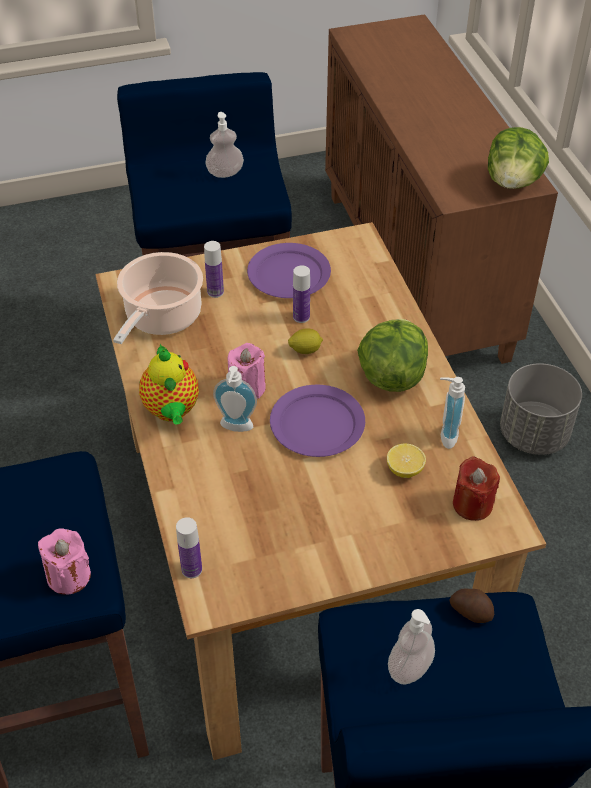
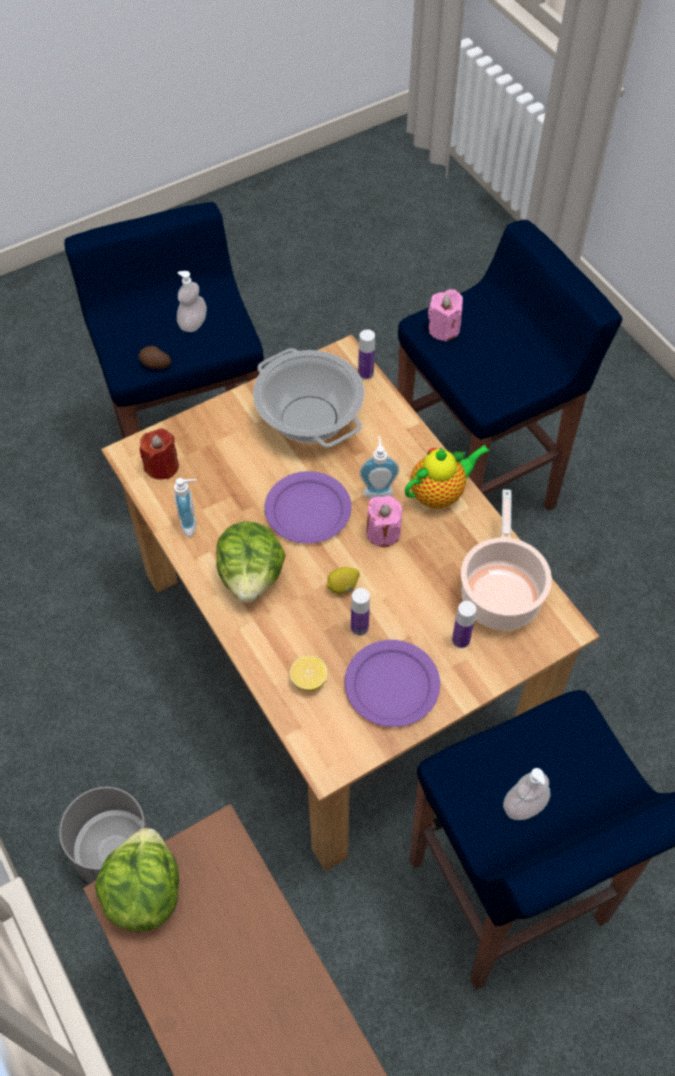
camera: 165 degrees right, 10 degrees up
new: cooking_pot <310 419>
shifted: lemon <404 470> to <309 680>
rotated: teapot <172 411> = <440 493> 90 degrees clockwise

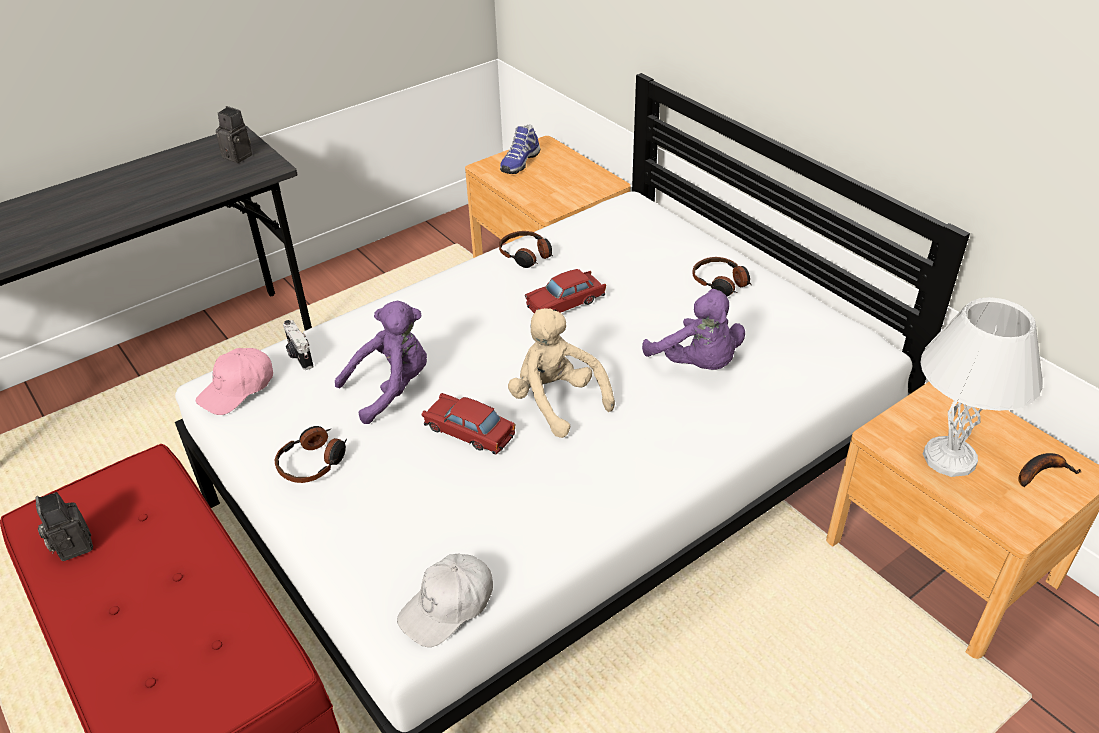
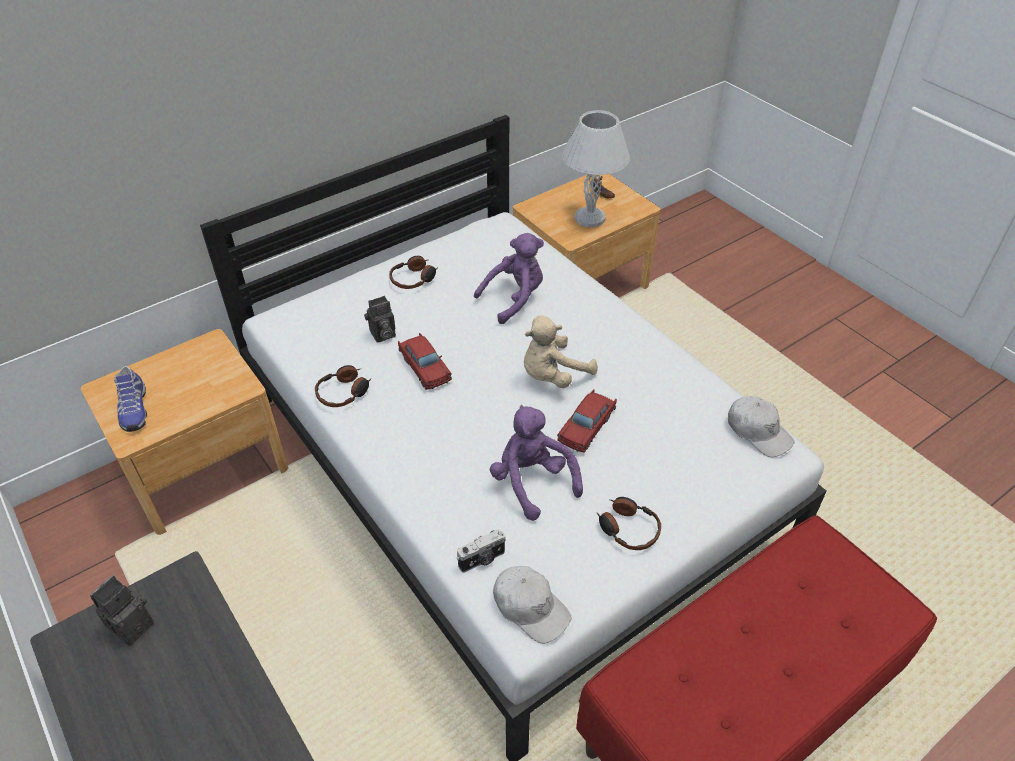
camera: 90 degrees left, 5 degrees up
shifted: photo_camera <72 545> to <382 335>
repainted: pink_cap <237 389> to white_cap <530 607>
rotated: shoe <519 162> = <134 410> 45 degrees clockwise

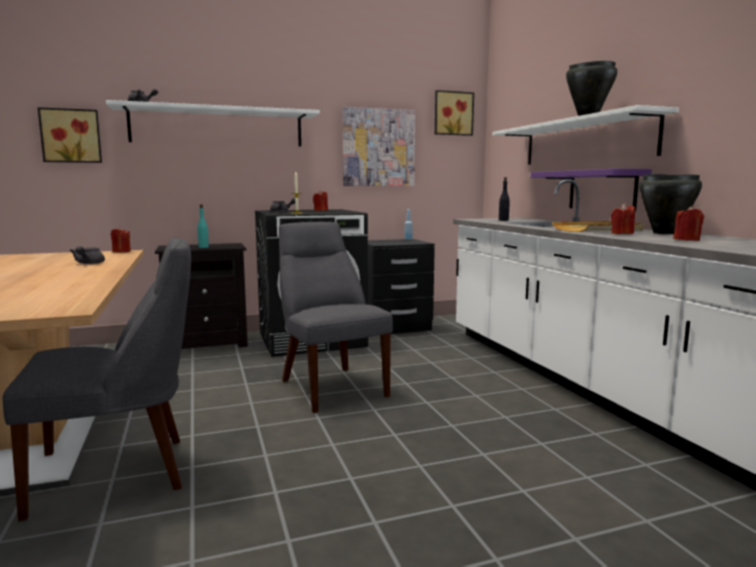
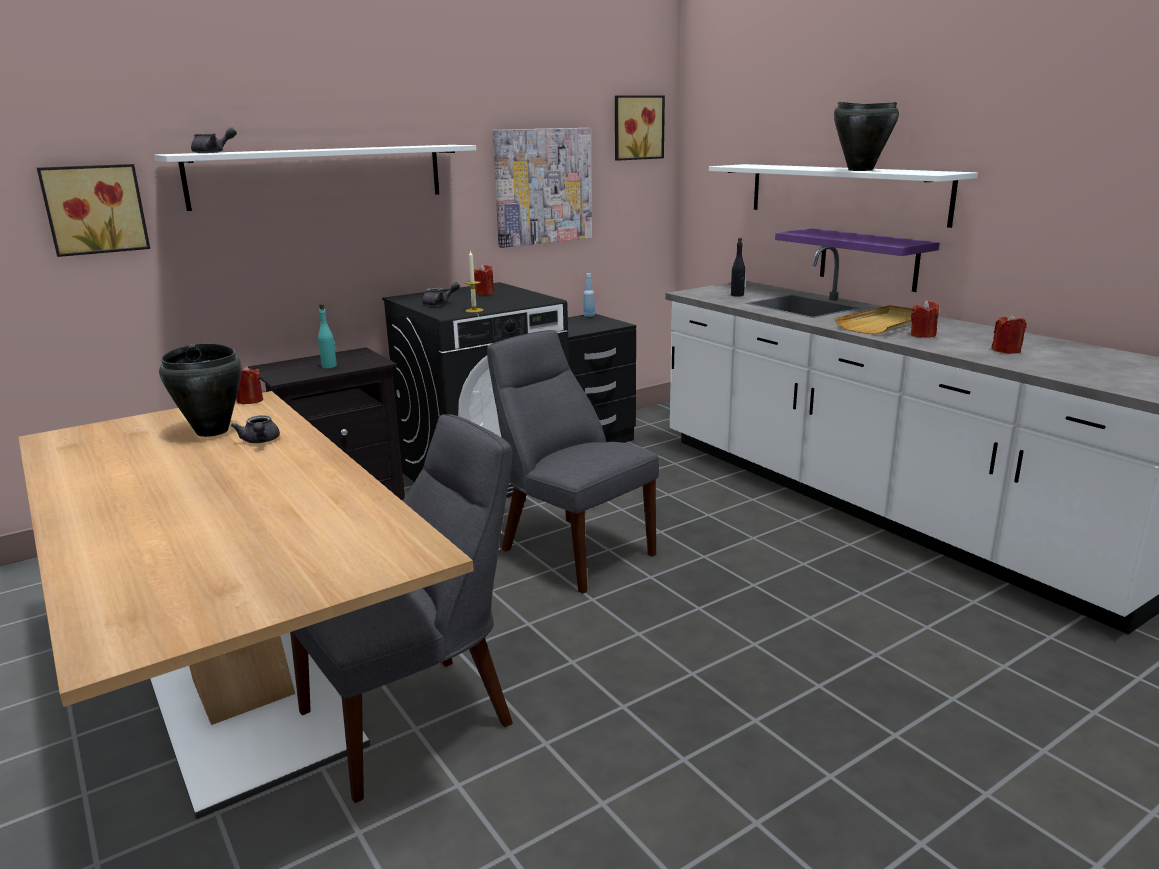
camera: 15 degrees left, 10 degrees up
shifted: black_cooking_pot <665 233> to <213 431>

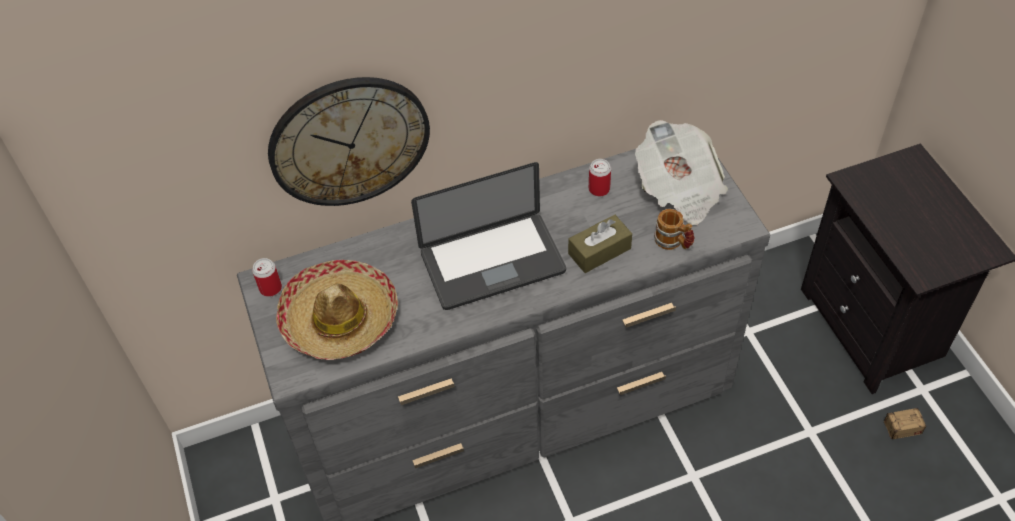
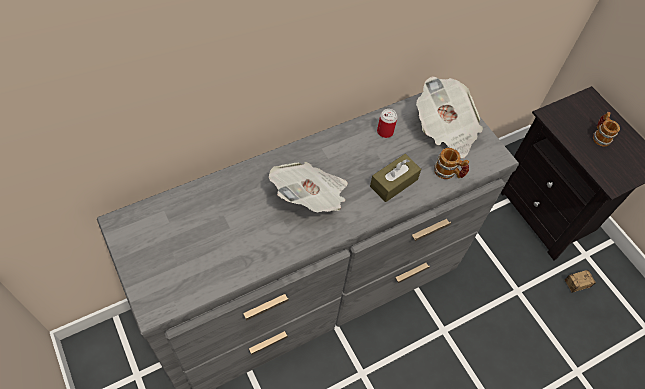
camera: 15 degrees left, 5 degrees up
gone: wall_clock <349 141>; can <270 288>; hat <340 319>
new: mug <600 136>
swapped: laptop <492 262> to newspaper <311 197>

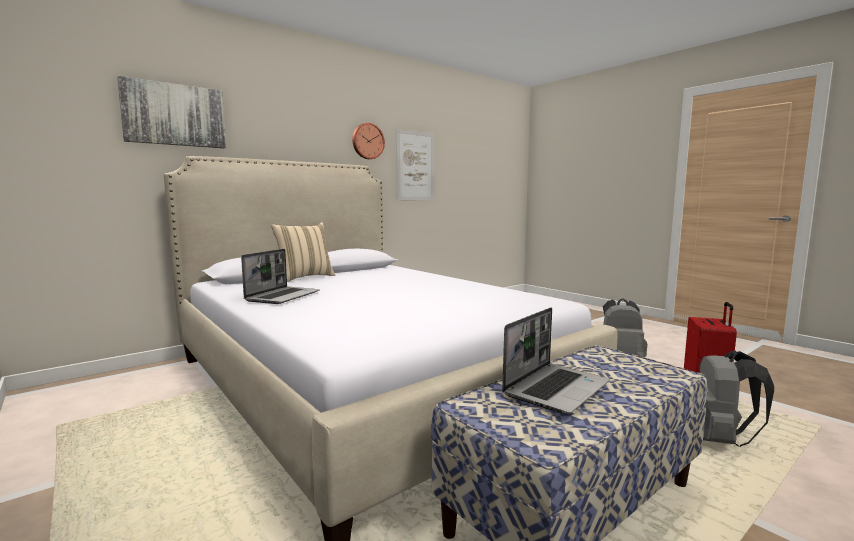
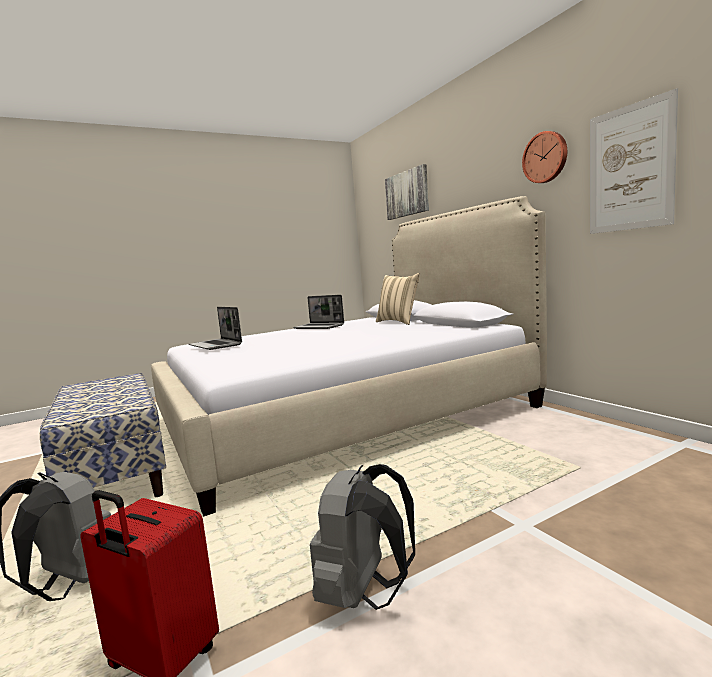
camera: 100 degrees right, 0 degrees up
shifted: laptop <556 388> to <216 345>

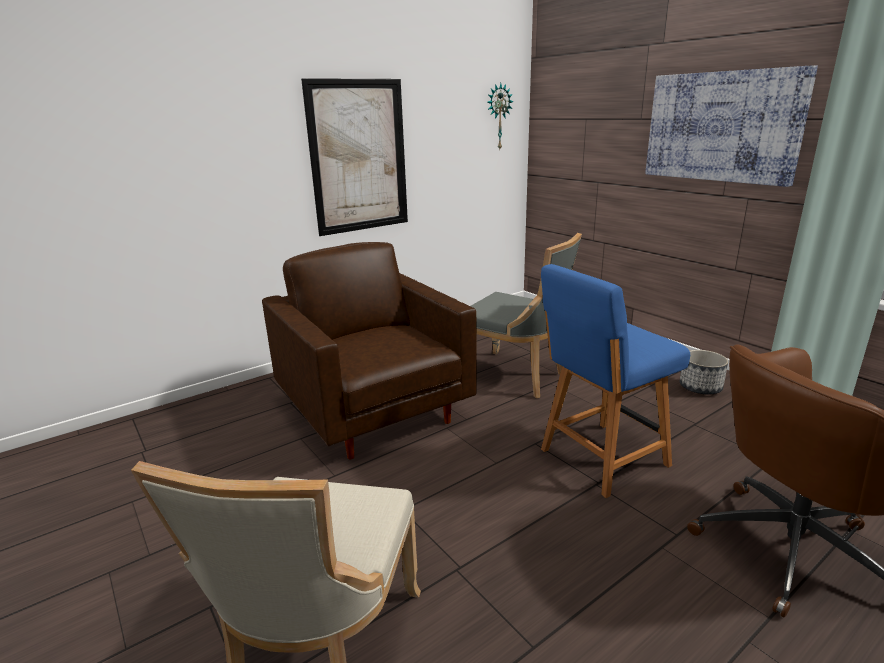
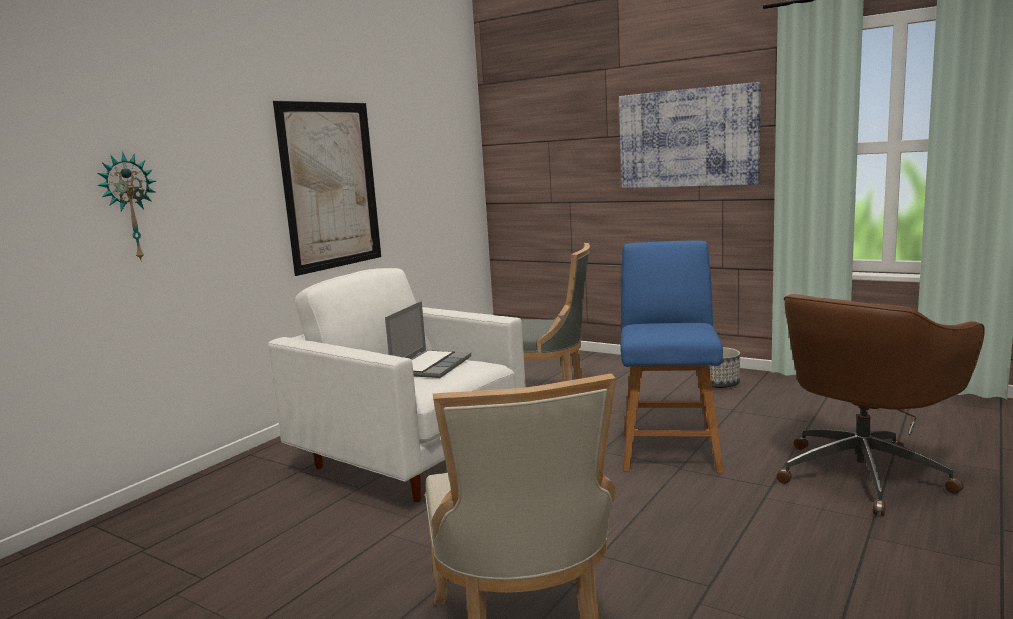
camera: 20 degrees left, 10 degrees down
new: laptop <431 366>
shifted: wall_clock <498 117> to <129 207>
repainted: brown_armchair <375 413> to white_armchair <412 460>
rotated: blue_chair <600 459> = <670 450> 150 degrees clockwise

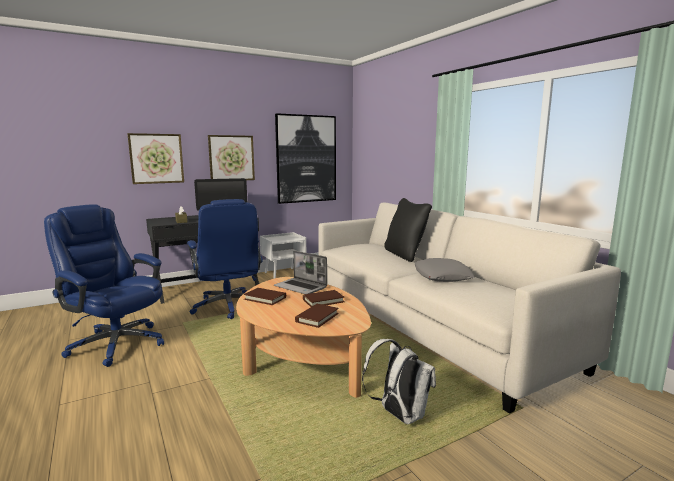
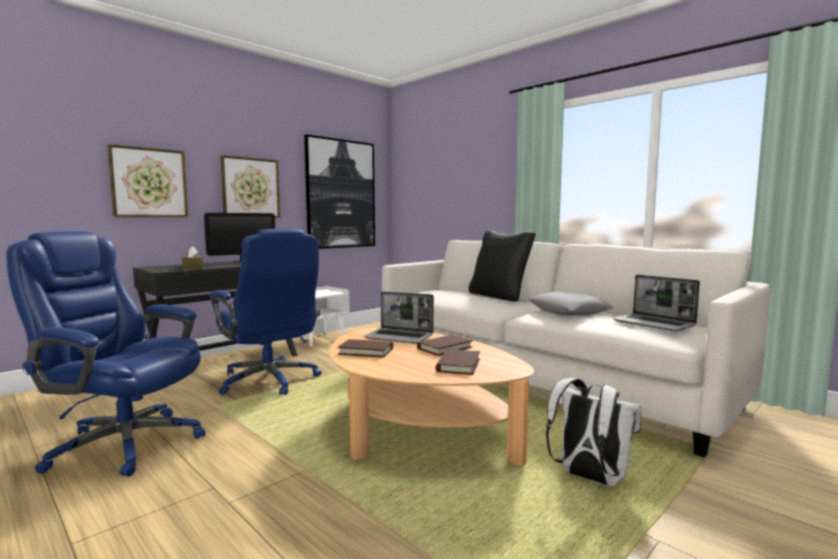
camera: 15 degrees left, 5 degrees down
new: laptop <654 324>

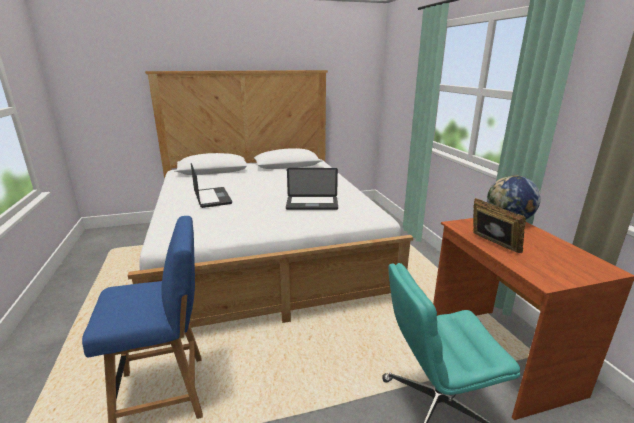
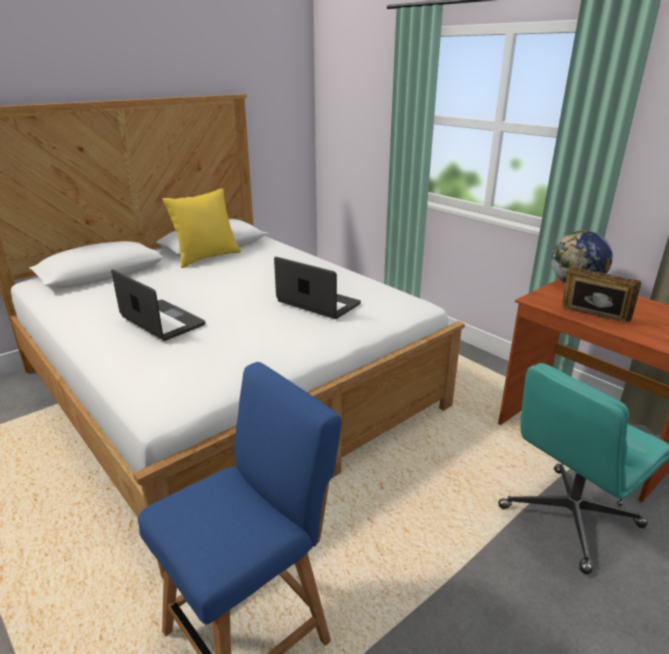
camera: 25 degrees left, 5 degrees up
new: yellow_pillow <207 257>
rotated: laptop <312 204> = <318 303> 120 degrees counterclockwise

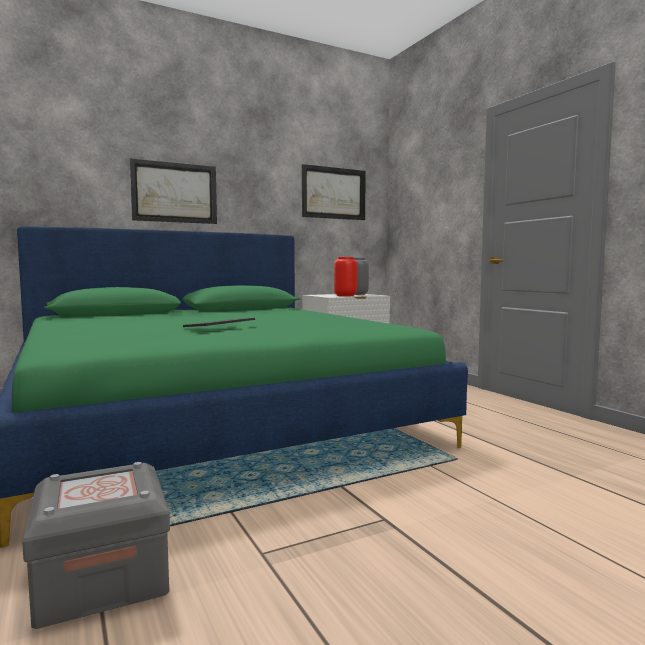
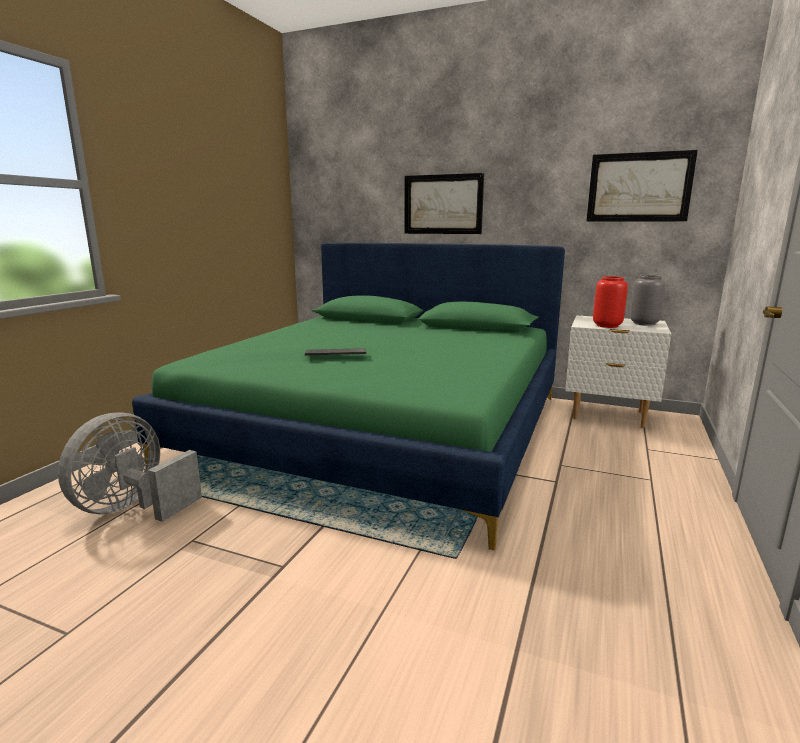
camera: 50 degrees right, 10 degrees up
swapped: grey_storage_box <102 578> to grey_fan <133 508>

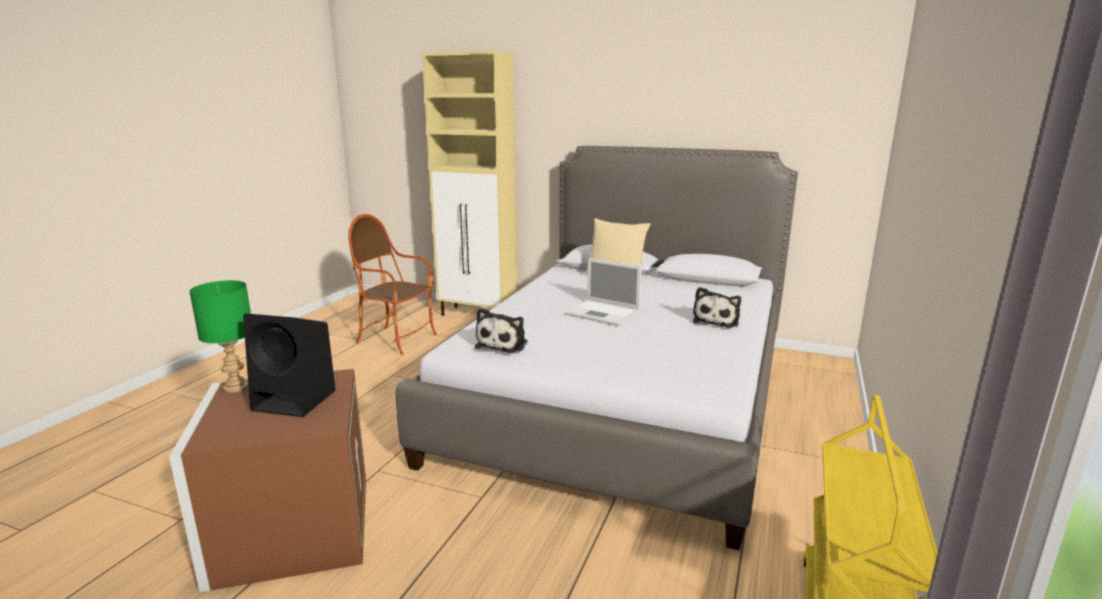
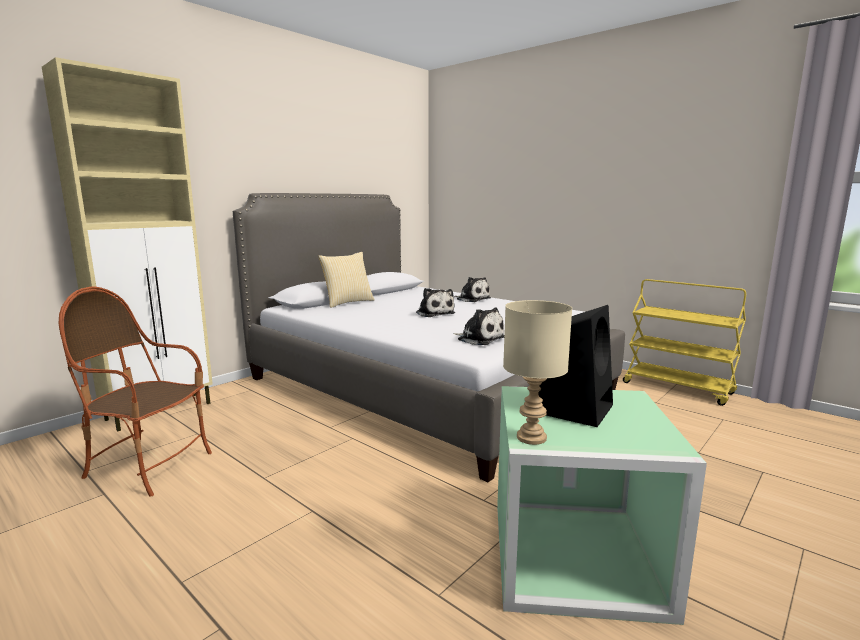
camera: 70 degrees left, 5 degrees down
swapped: laptop <604 313> to plush_toy <434 313>
repainted: green_table_lamp <236 387> to beige_table_lamp <530 437>; brown_storage_box <291 527> to green_storage_box <573 558>
rotated: armchair <397 339> = <149 467> 60 degrees clockwise

